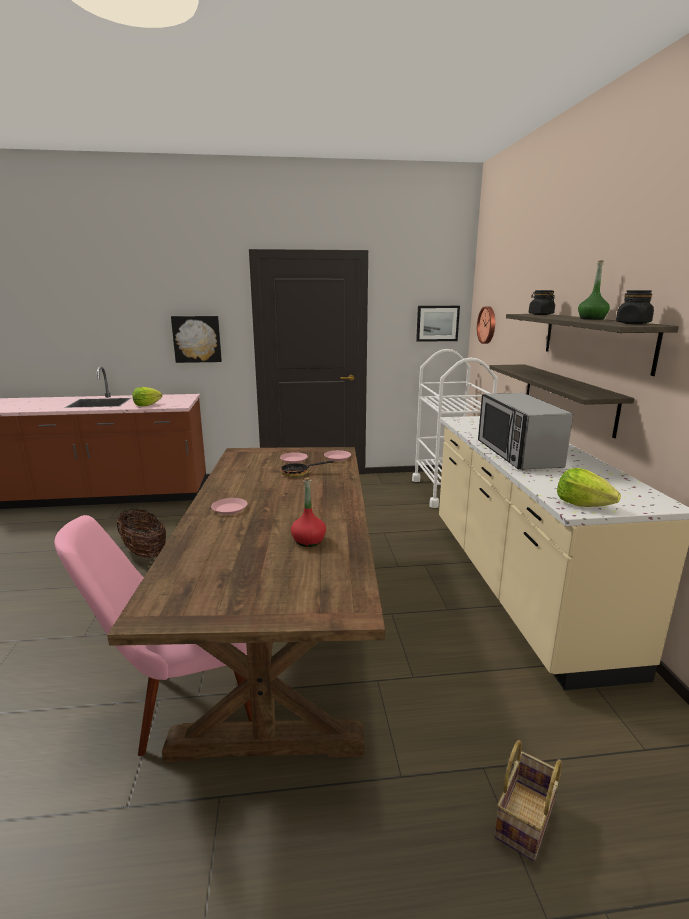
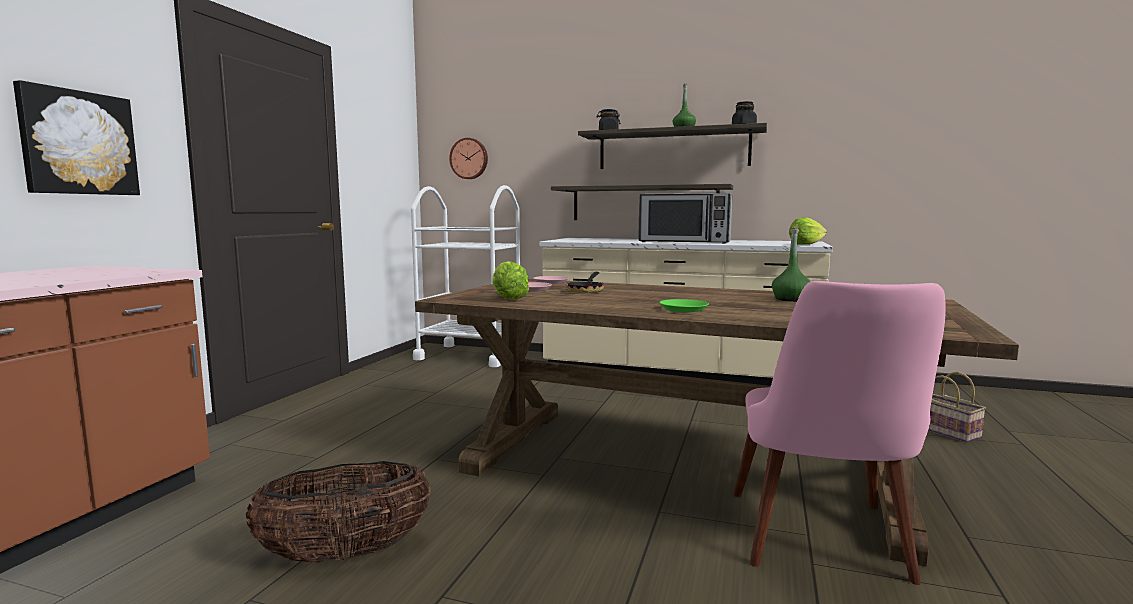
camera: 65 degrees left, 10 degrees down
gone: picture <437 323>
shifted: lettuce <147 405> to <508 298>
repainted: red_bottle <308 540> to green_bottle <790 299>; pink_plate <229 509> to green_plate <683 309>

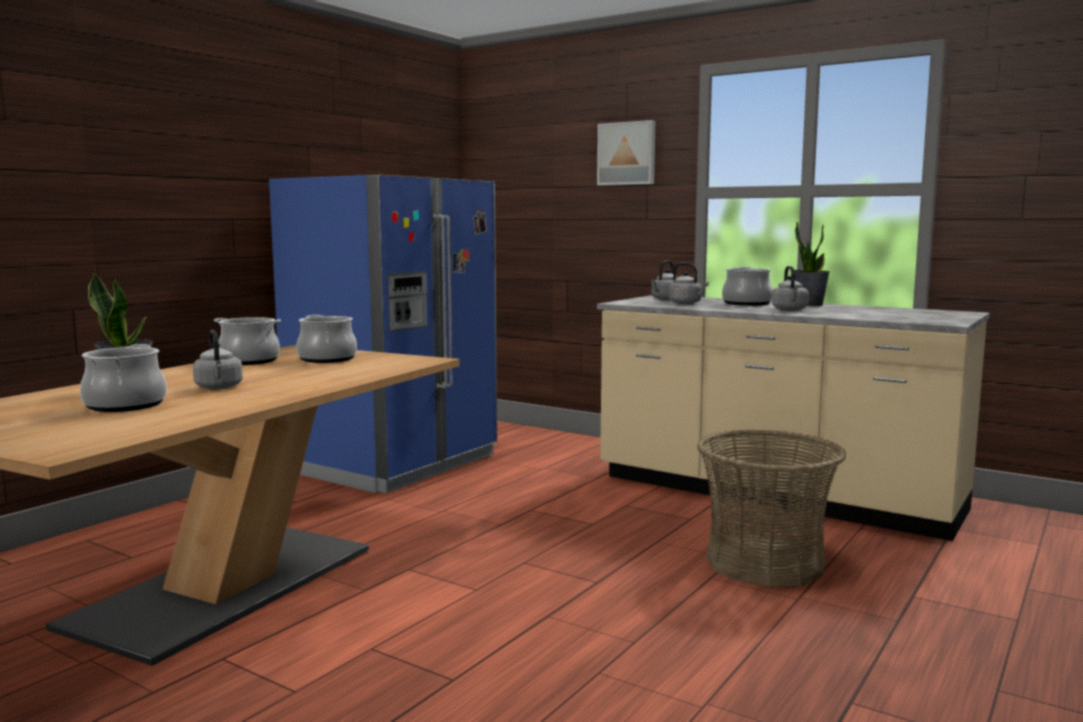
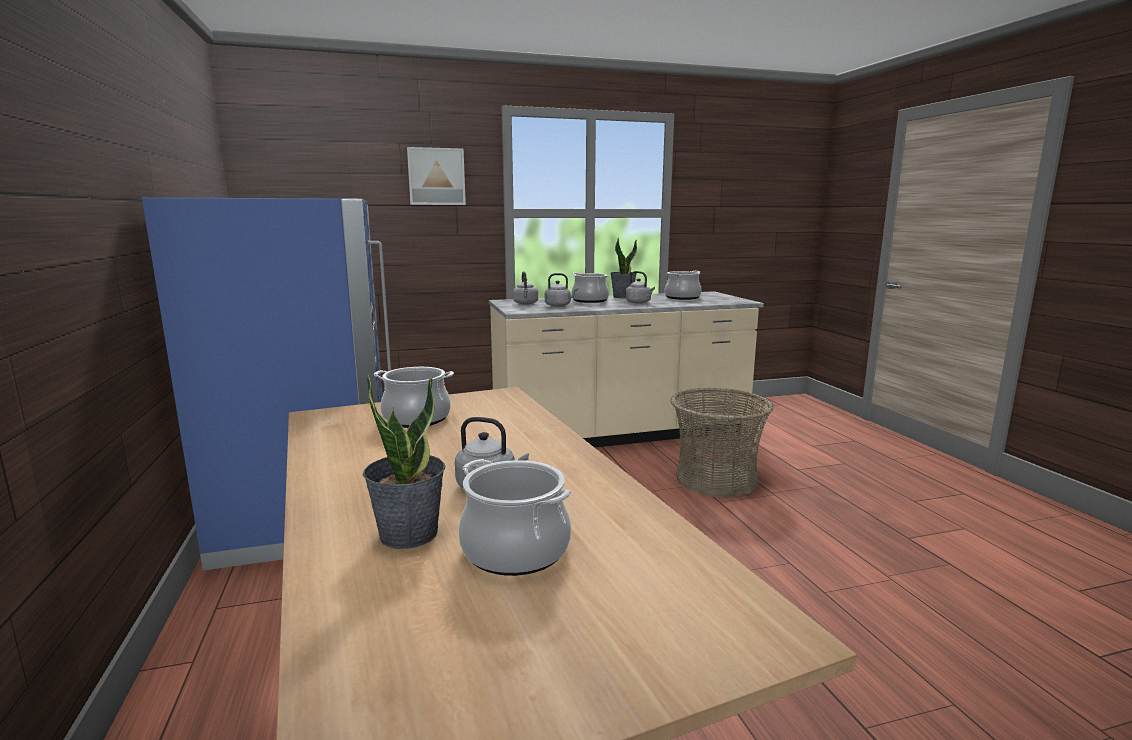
camera: 50 degrees left, 5 degrees up
shifted: cooking_pot <249 361> to <682 297>

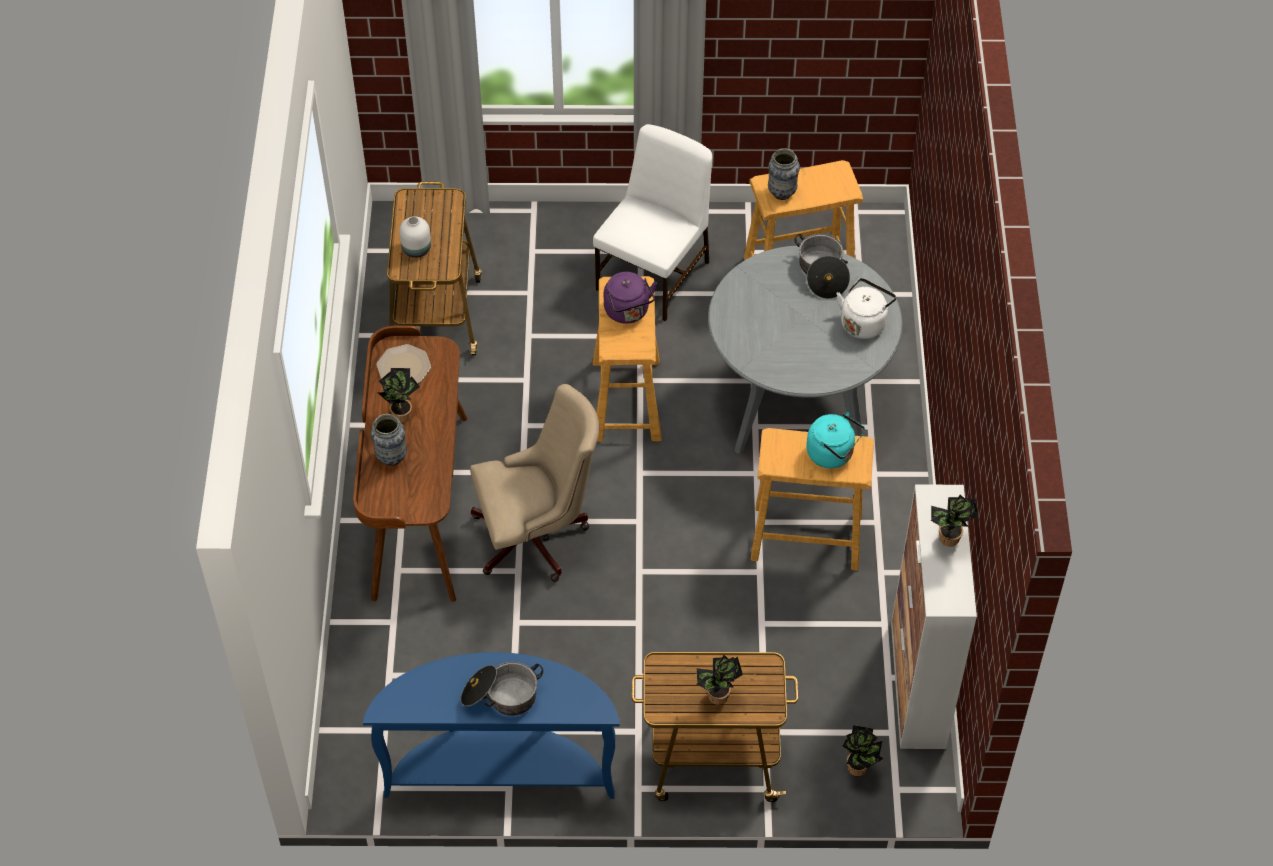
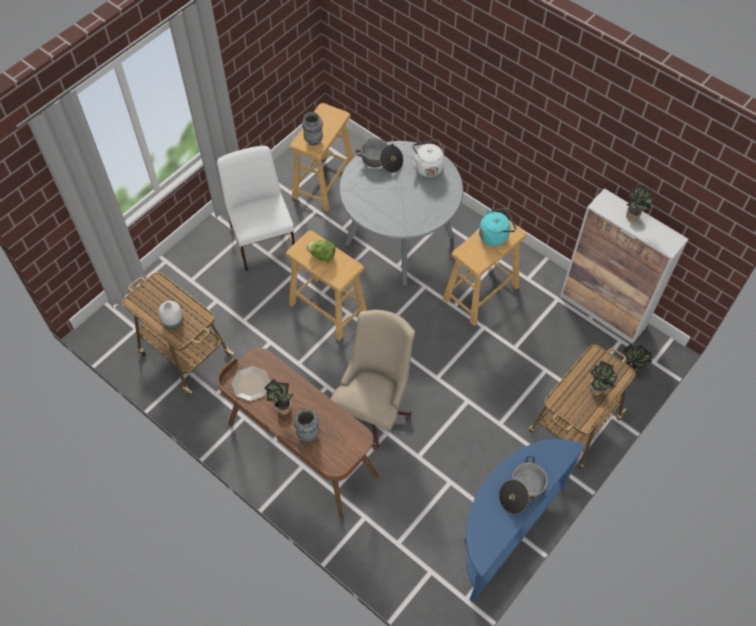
camera: 50 degrees left, 5 degrees up
swapped: purple_kettle <628 312> to lettuce <322 256>

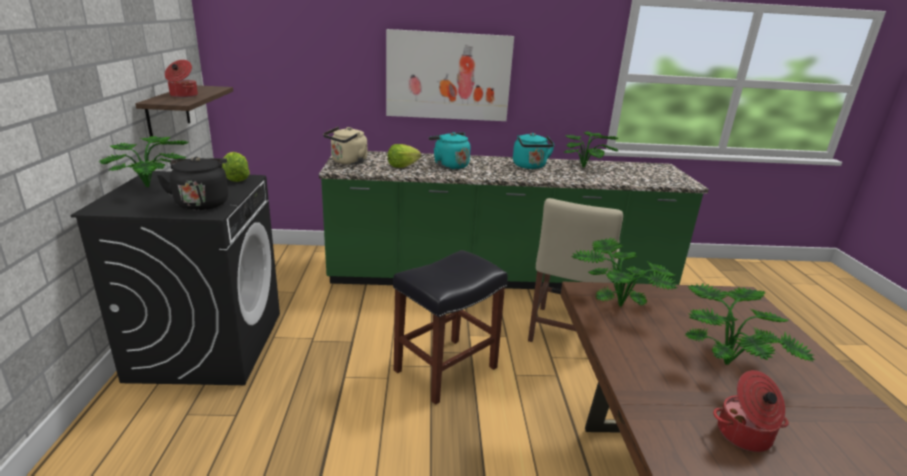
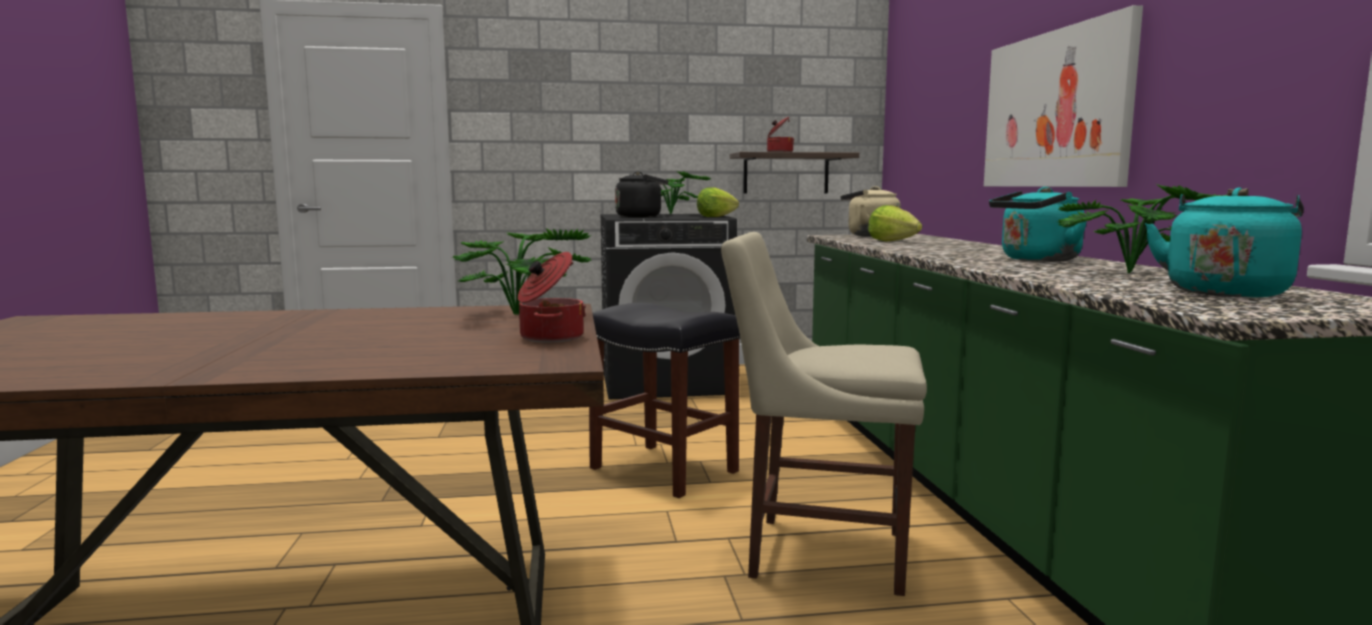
camera: 85 degrees right, 15 degrees down
gone: potted_plant <728 361>
shifted: turquoise_kettle <449 165> to <1225 292>; cooking_pot <744 436> to <549 337>

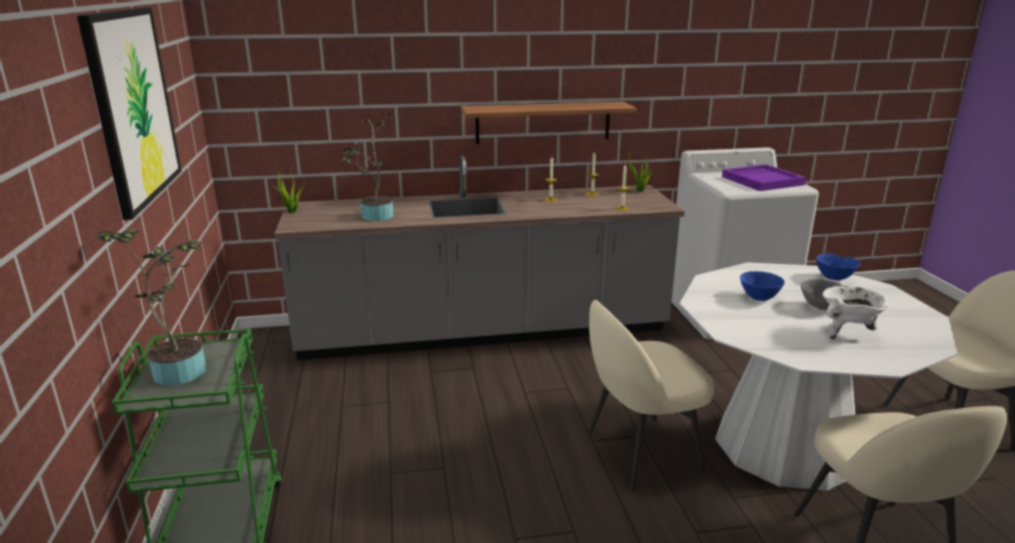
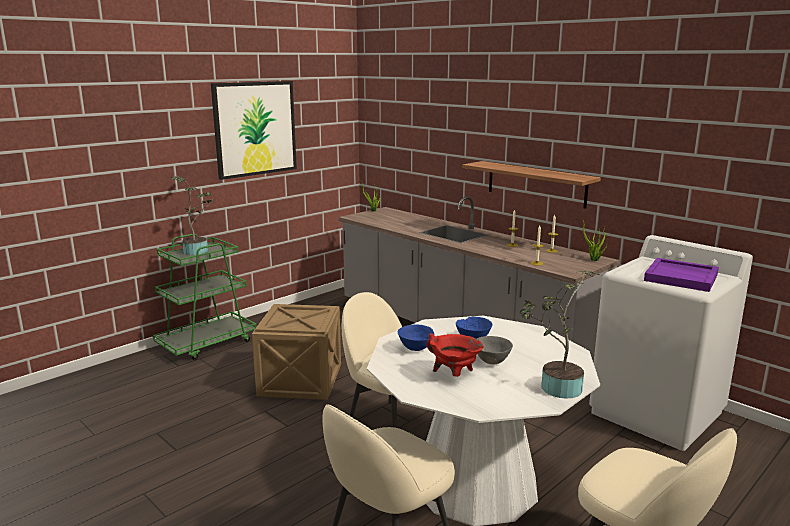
camera: 55 degrees right, 5 degrees down
new: crate <301 380>
shifted: potted_plant <374 217> to <556 388>; blue_bowl <834 278> to <416 349>
repainted: white_cooking_pot <847 332> to red_cooking_pot <454 375>

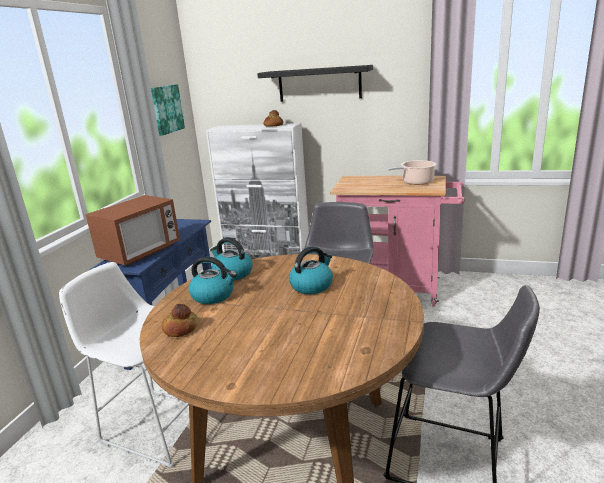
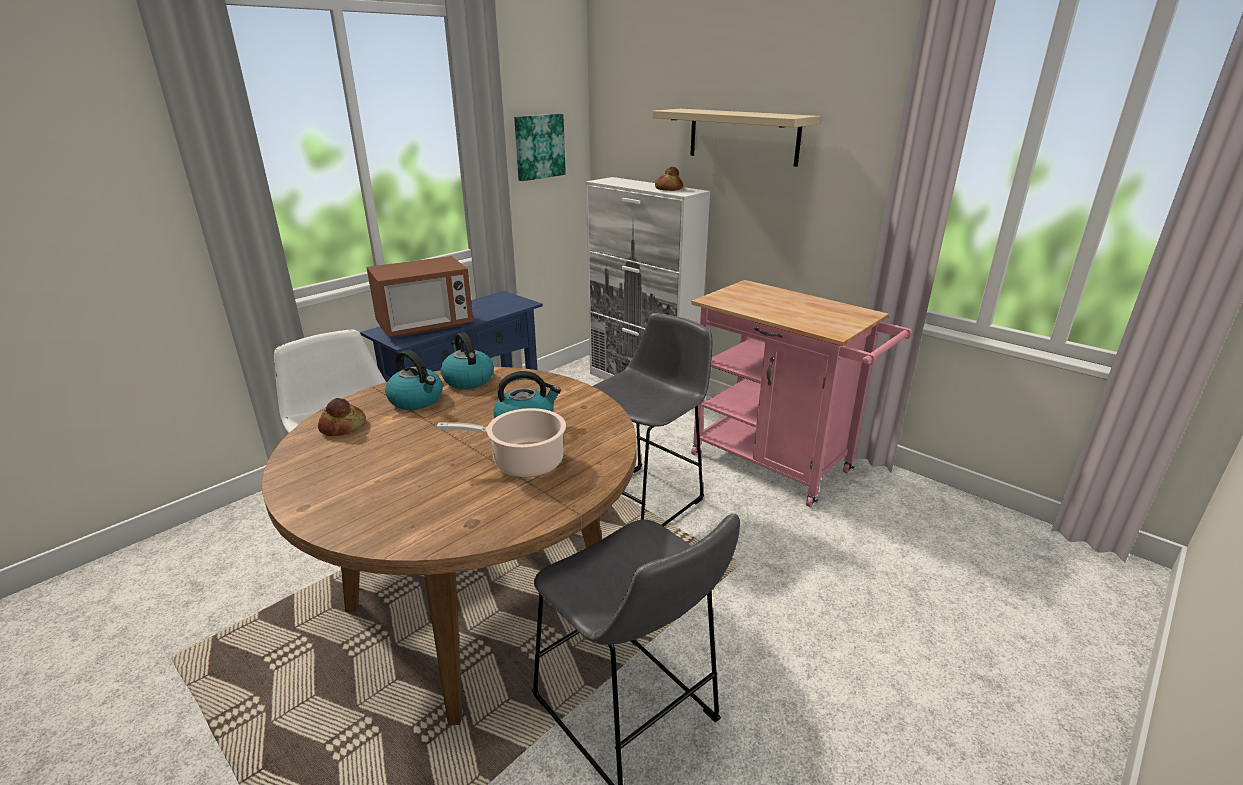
camera: 25 degrees right, 5 degrees up
shifted: cooking_pot <415 182> to <523 462>
repainted: black_shelf <319 84> to beige_shelf <743 136>

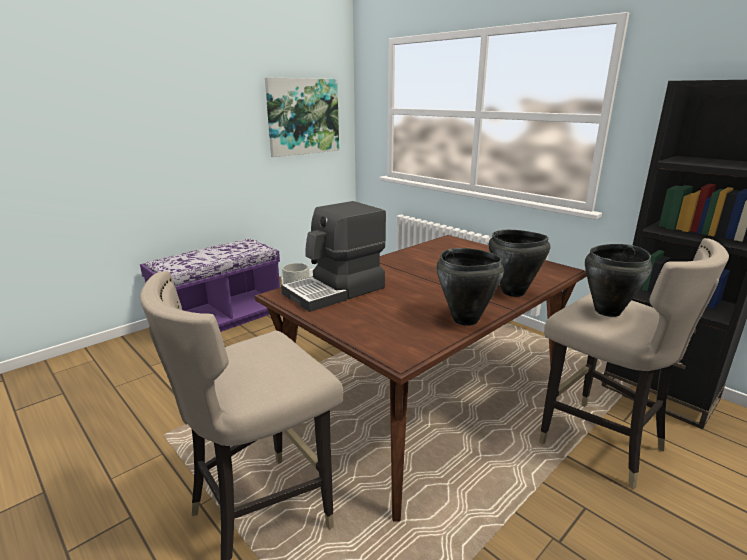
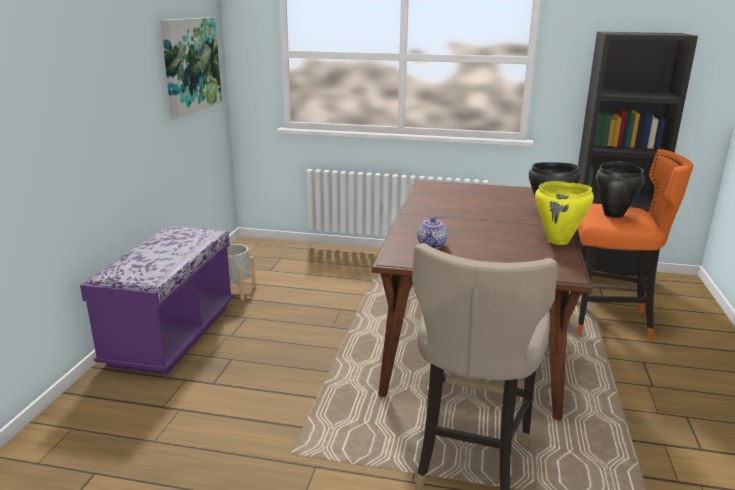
camera: 35 degrees left, 0 degrees up
swapped: coffee_machine <336 291> to teapot <432 245>
repainted: beige_stool <599 442> to orange_stool <607 321>; black_cooking_pot <465 320> to yellow_cooking_pot <558 241>

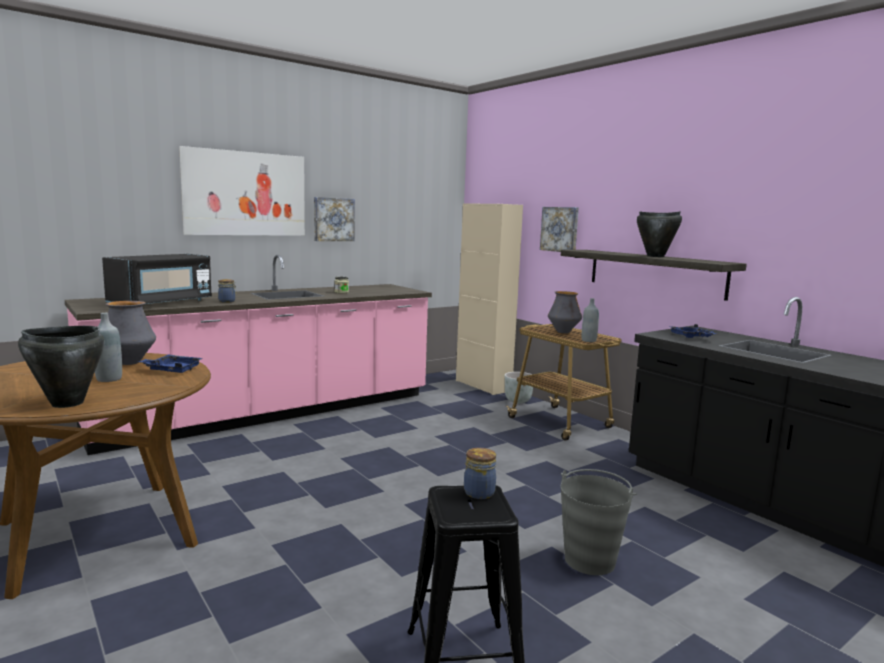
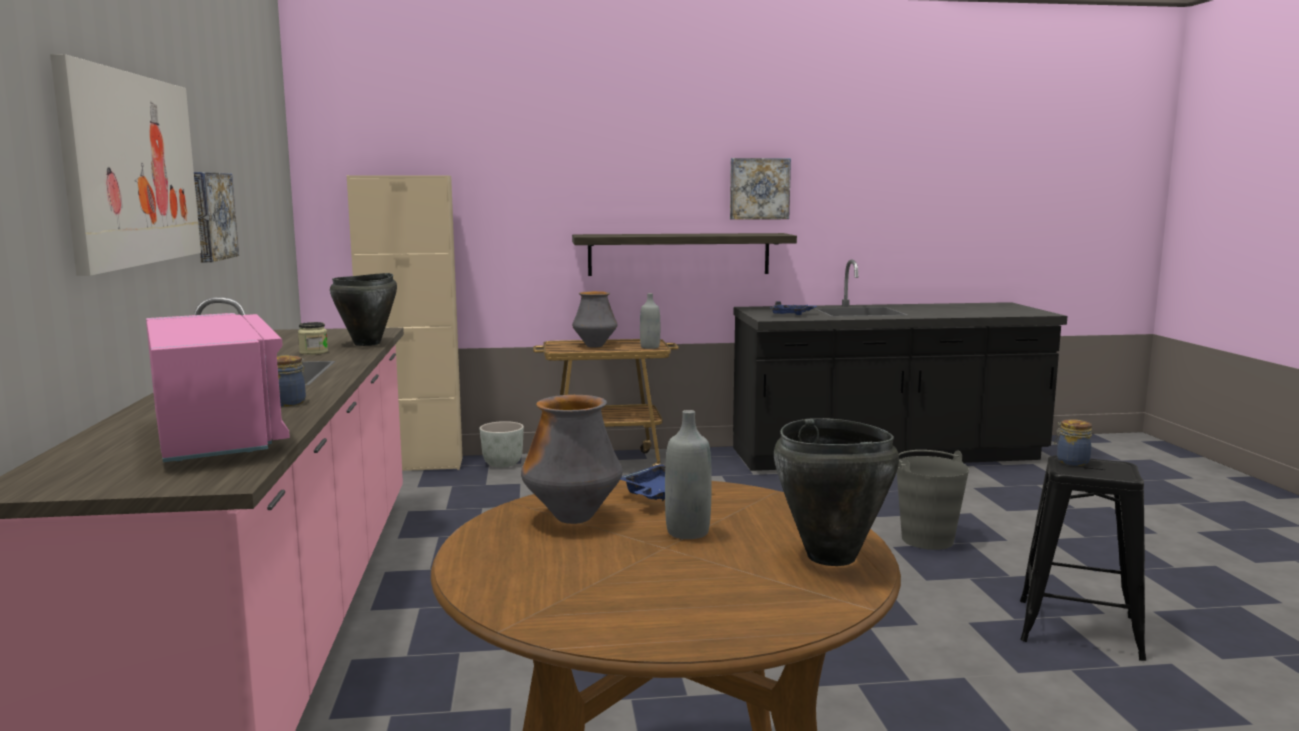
camera: 60 degrees left, 0 degrees up
shifted: picture <560 229> to <759 188>; black_cooking_pot <655 256> to <368 343>
repainted: black_microwave <163 303> to pink_microwave <216 436>

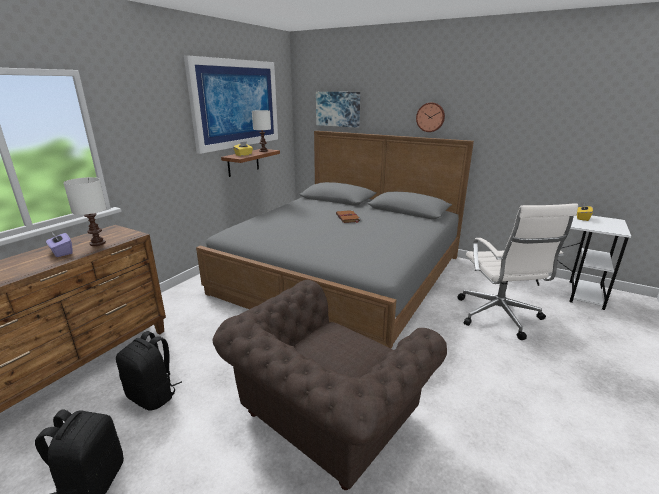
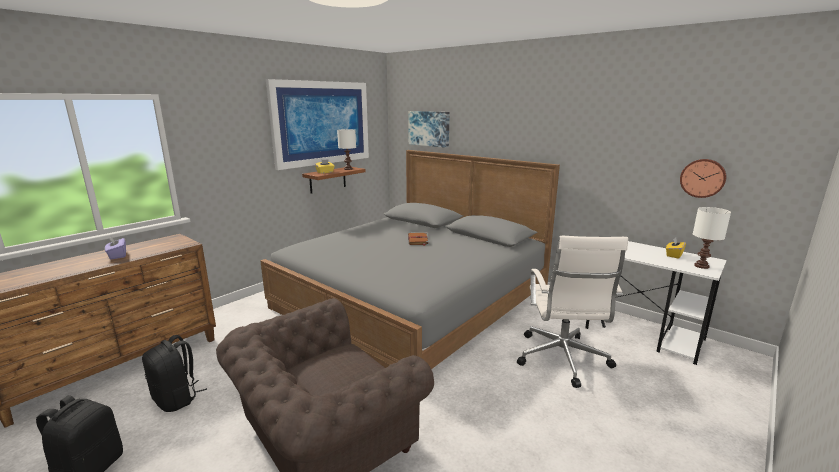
camera: 10 degrees right, 5 degrees down
shifted: wall_clock <430 117> to <702 178>; white_table_lamp <98 243> to <701 266>

